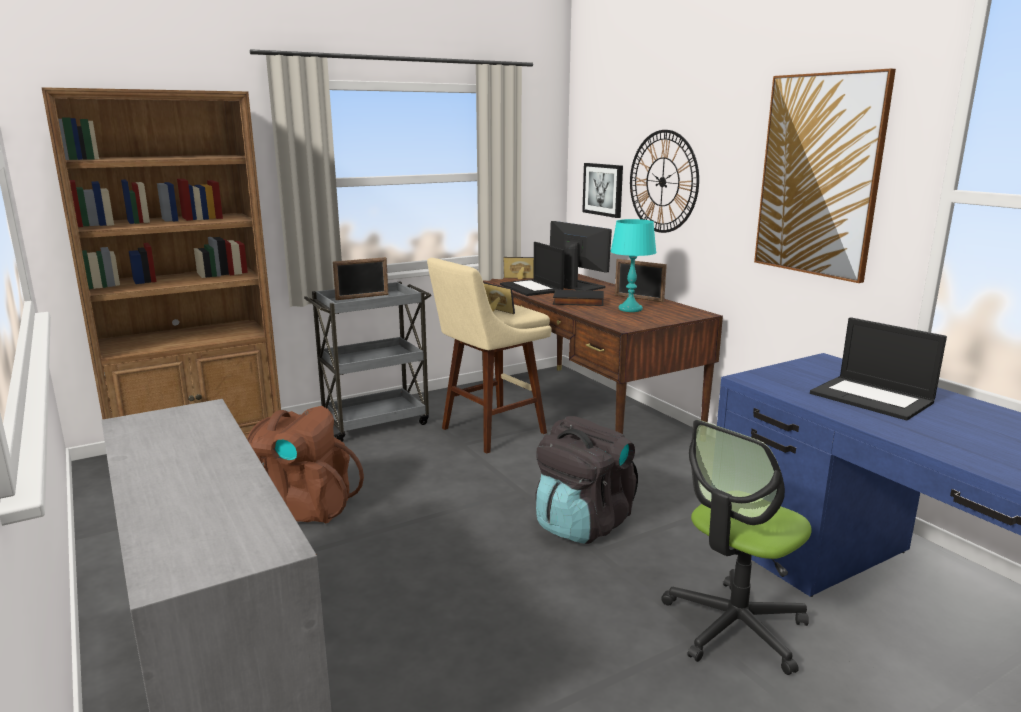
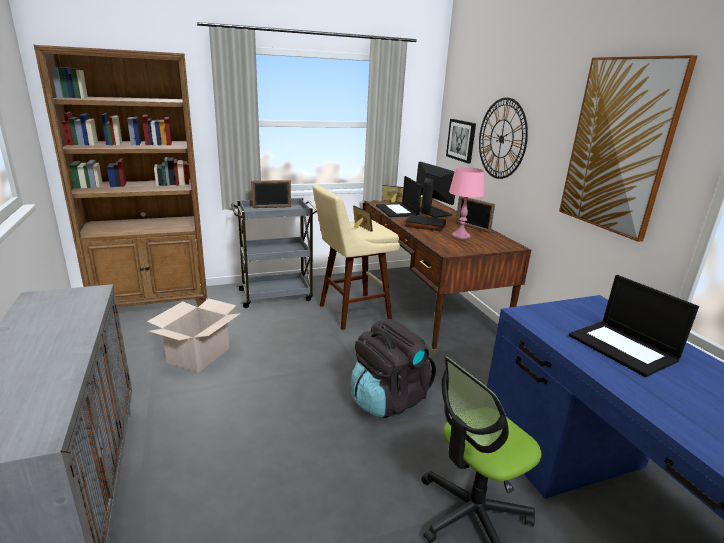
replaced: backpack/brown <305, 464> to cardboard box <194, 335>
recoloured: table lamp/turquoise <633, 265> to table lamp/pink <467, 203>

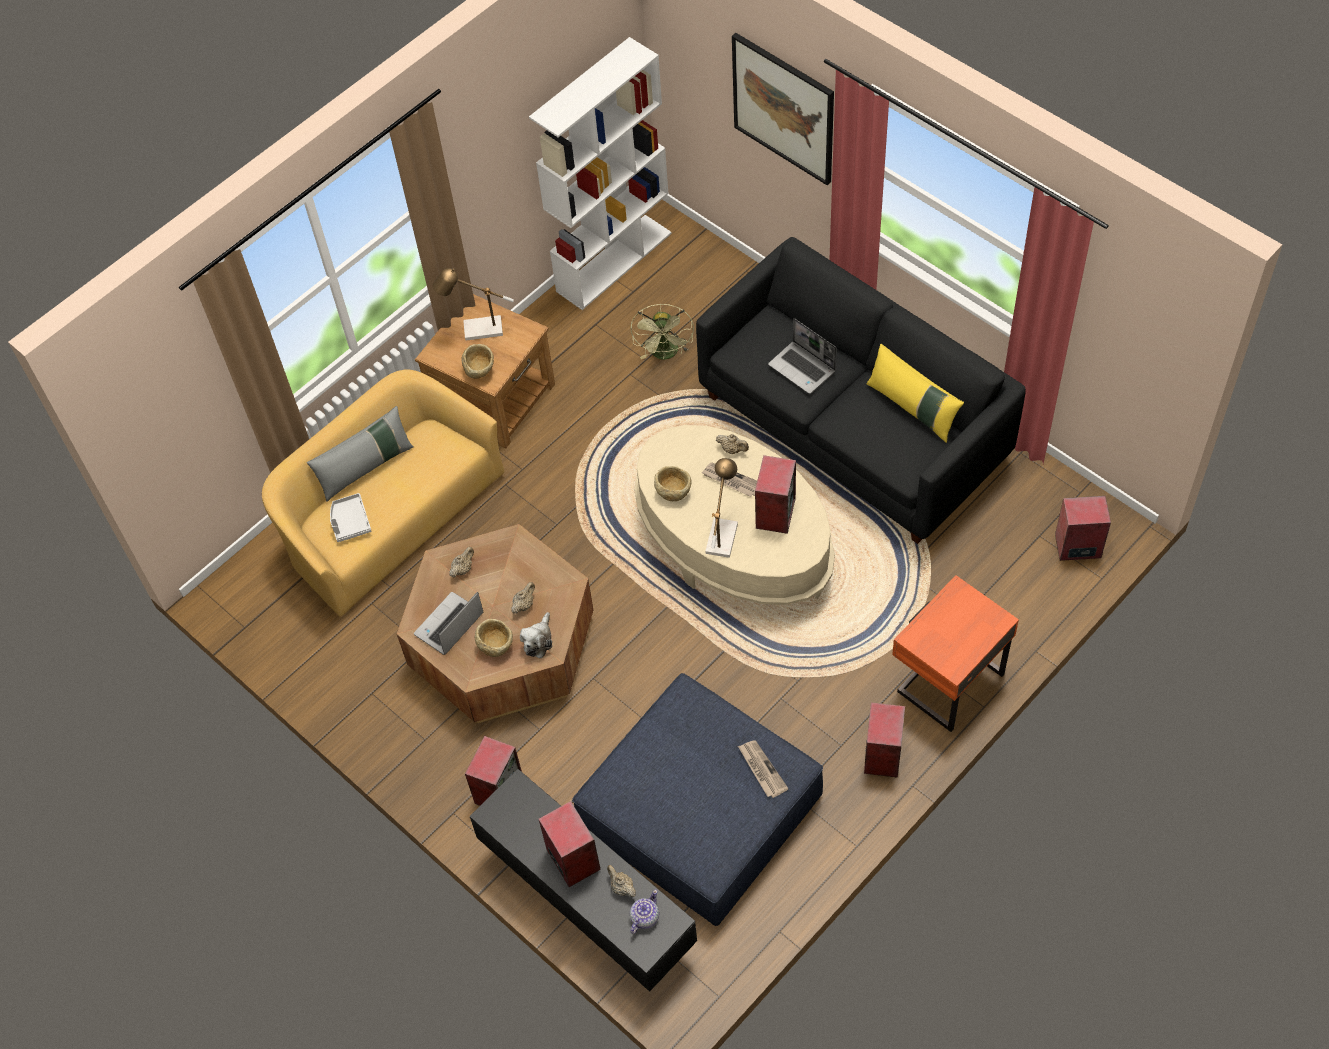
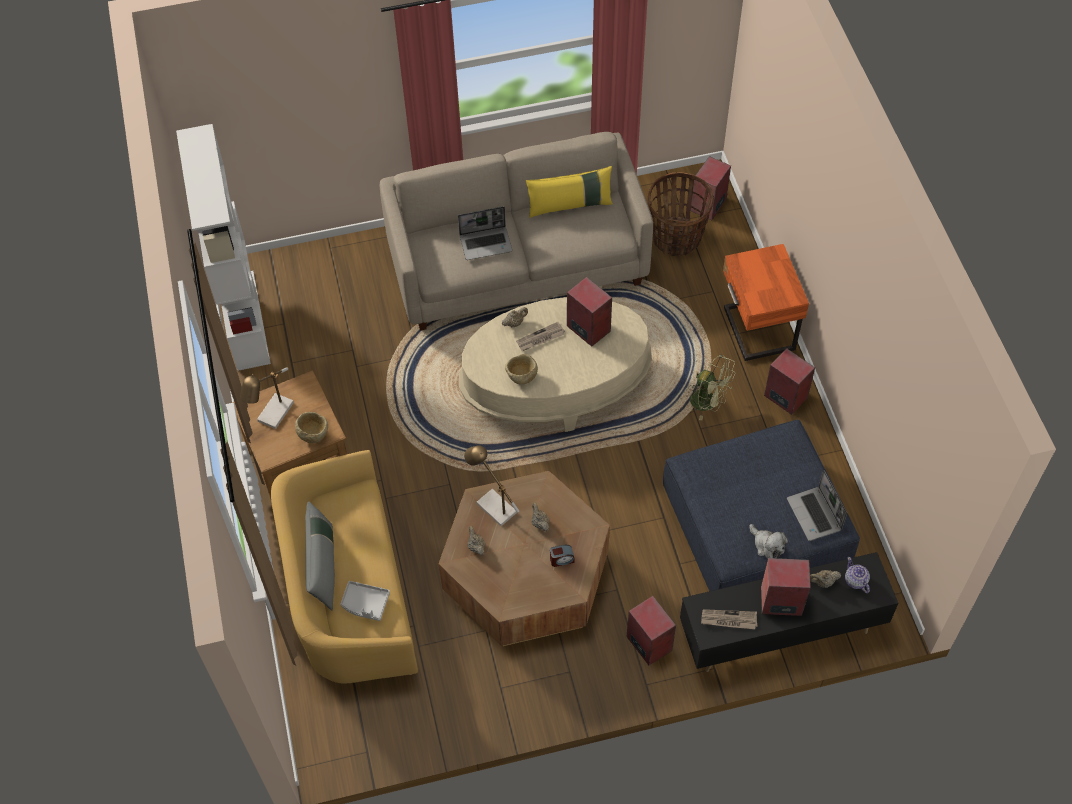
removed: picture <783, 109>
added: basket <680, 214>
moved: table lamp <721, 508> to <491, 485>; fan/green <662, 331> to <712, 387>; newspaper <763, 769> to <729, 619>; plush toy <536, 635> to <768, 541>; laptop <448, 623> to <817, 505>
replaced: bowl/beige <494, 638> to alarm clock <562, 556>
recoloured: sofa/black <861, 390> to sofa/beige <516, 231>

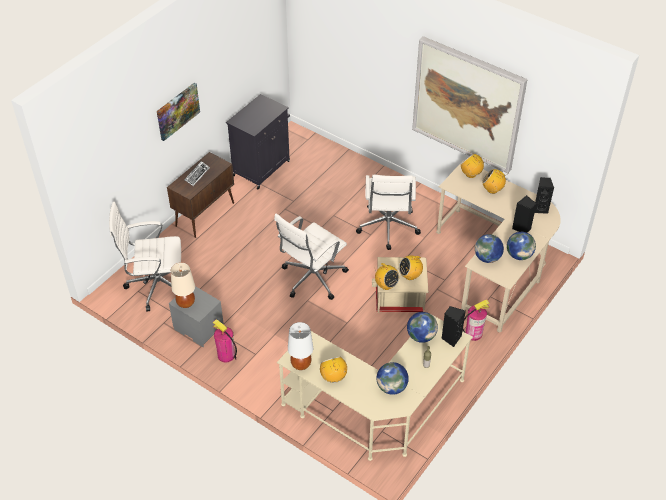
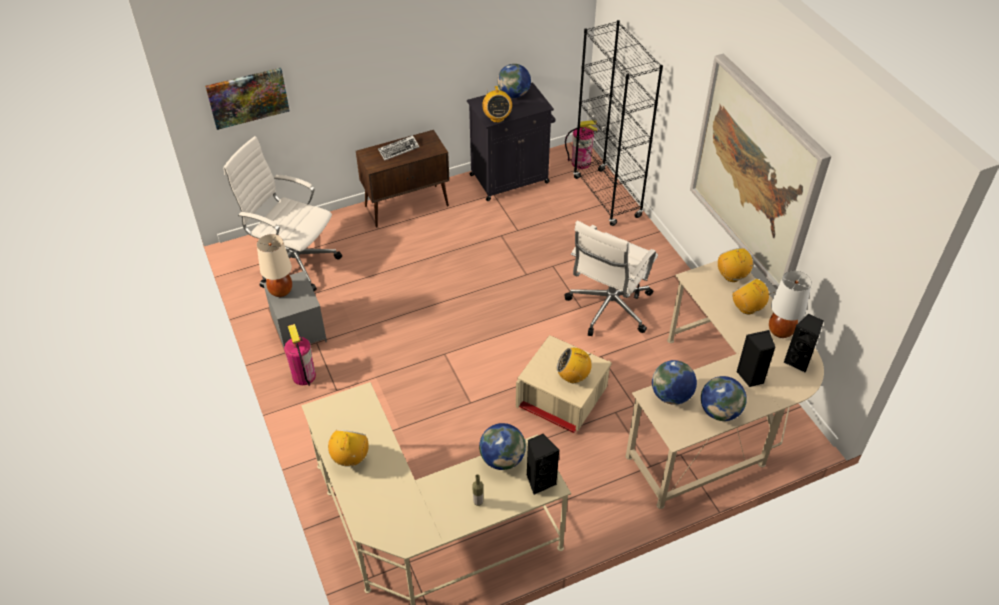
removed: office chair/white <311, 257>
added: bookcase/black <618, 123>
moved: picture <178, 112> to <247, 99>; radio <387, 276> to <497, 104>; globe <392, 378> to <514, 81>; fire extinguisher <476, 320> to <581, 145>; table lamp/white <300, 346> to <790, 304>

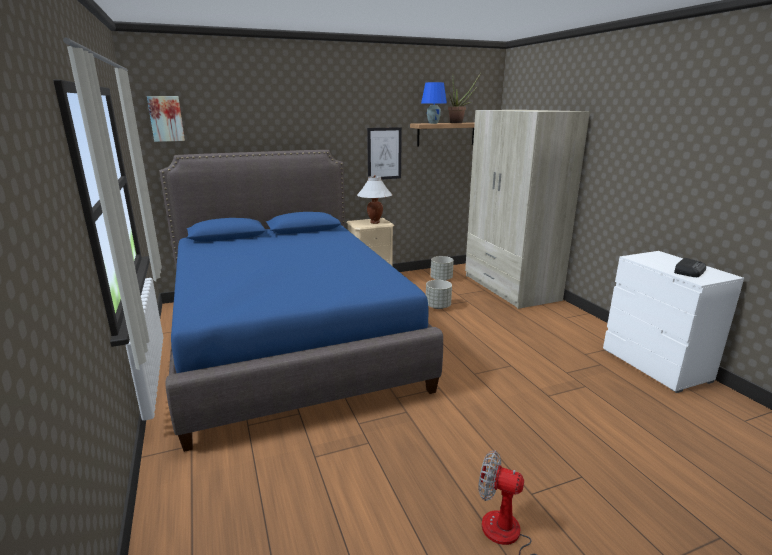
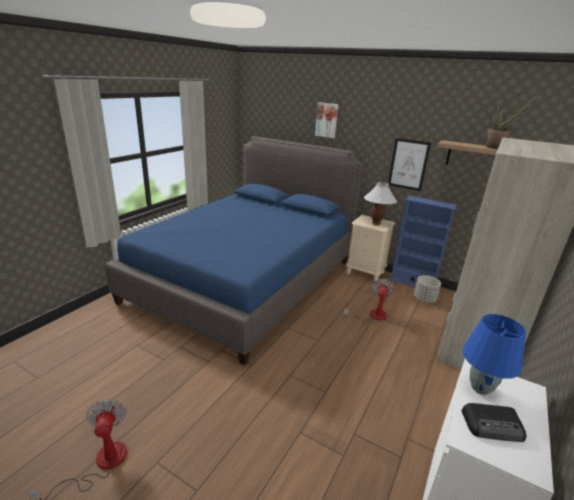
added: bookcase/blue <423, 241>
moved: picture <166, 119> to <326, 120>; table lamp/blue <434, 103> to <494, 354>
replaced: planter/grey <439, 294> to fan <369, 301>

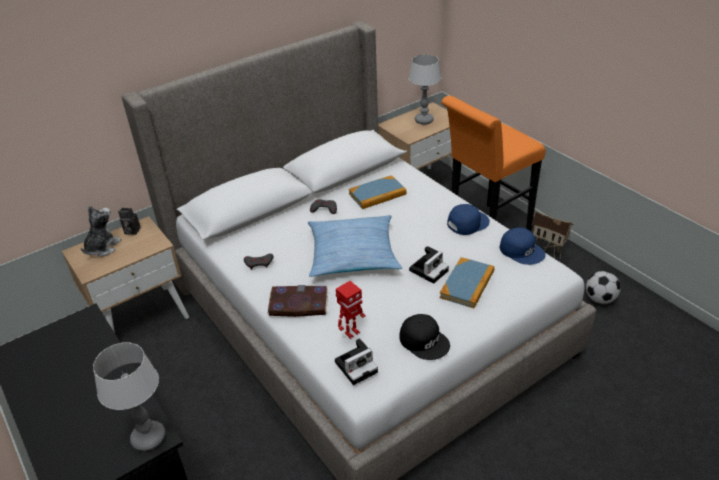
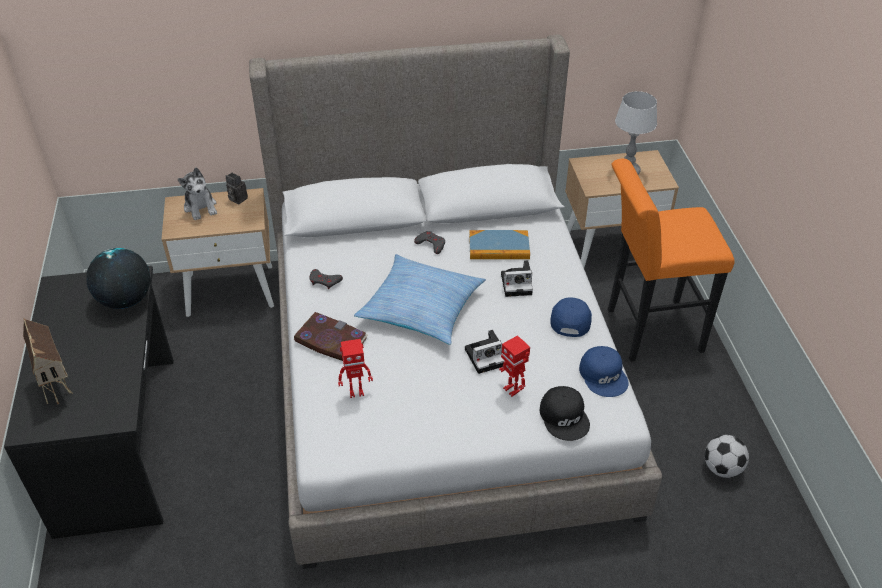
removed: table lamp <129, 397>
added: globe <118, 278>
moved: toy house <553, 235> to <48, 361>; photo camera <356, 361> to <517, 278>; cap/black <424, 337> to <565, 413>
replaced: book <467, 282> to toy robot <514, 366>
turned: plush toy <101, 231> = <197, 194> 105 degrees clockwise; cap/blue <468, 219> = <571, 317> 75 degrees counterclockwise

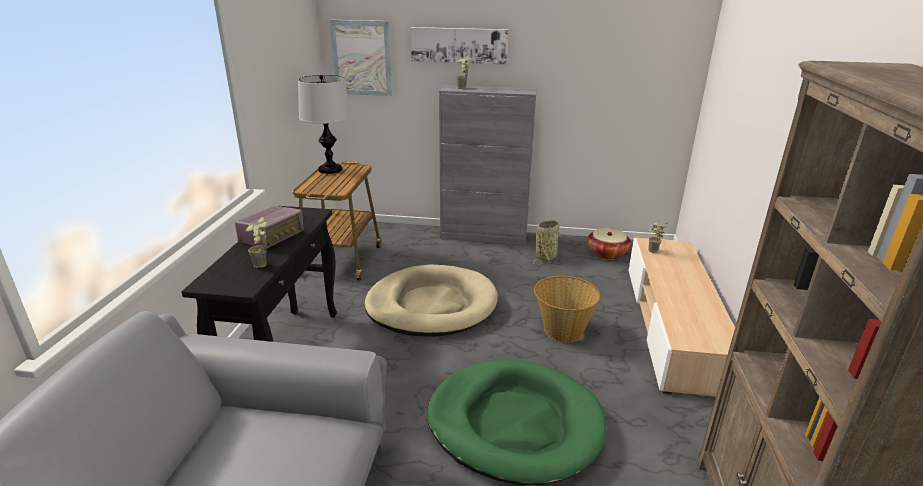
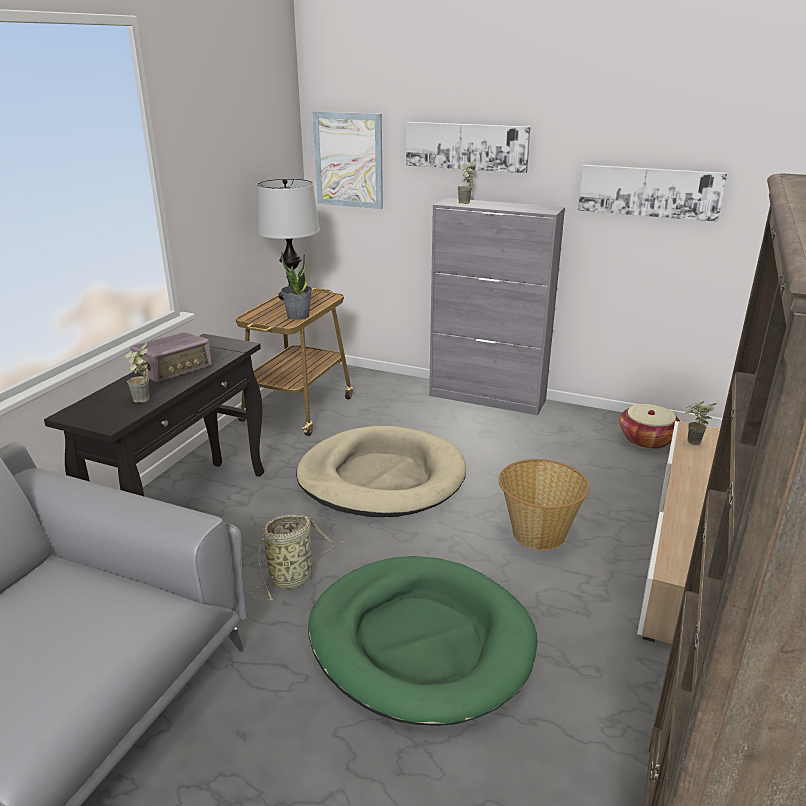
added: potted plant <296, 286>; picture <652, 193>
moved: basket <547, 241> to <297, 558>

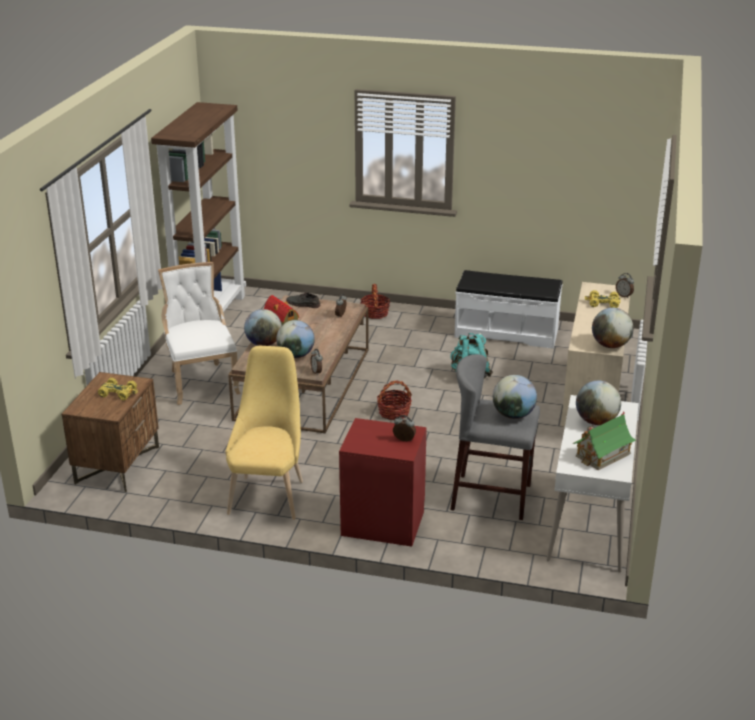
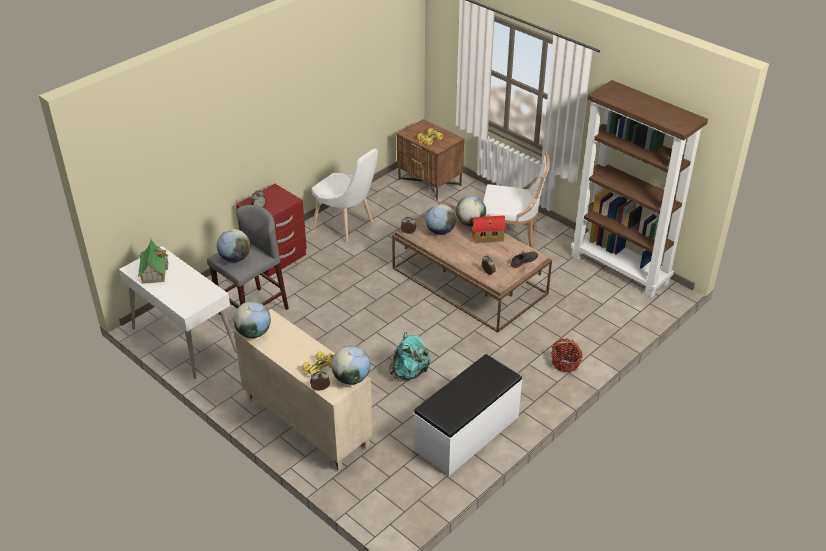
removed: basket <394, 400>
moved: globe <598, 403> to <350, 365>
recoloured: chair/yellow <264, 433> to chair/white <345, 195>

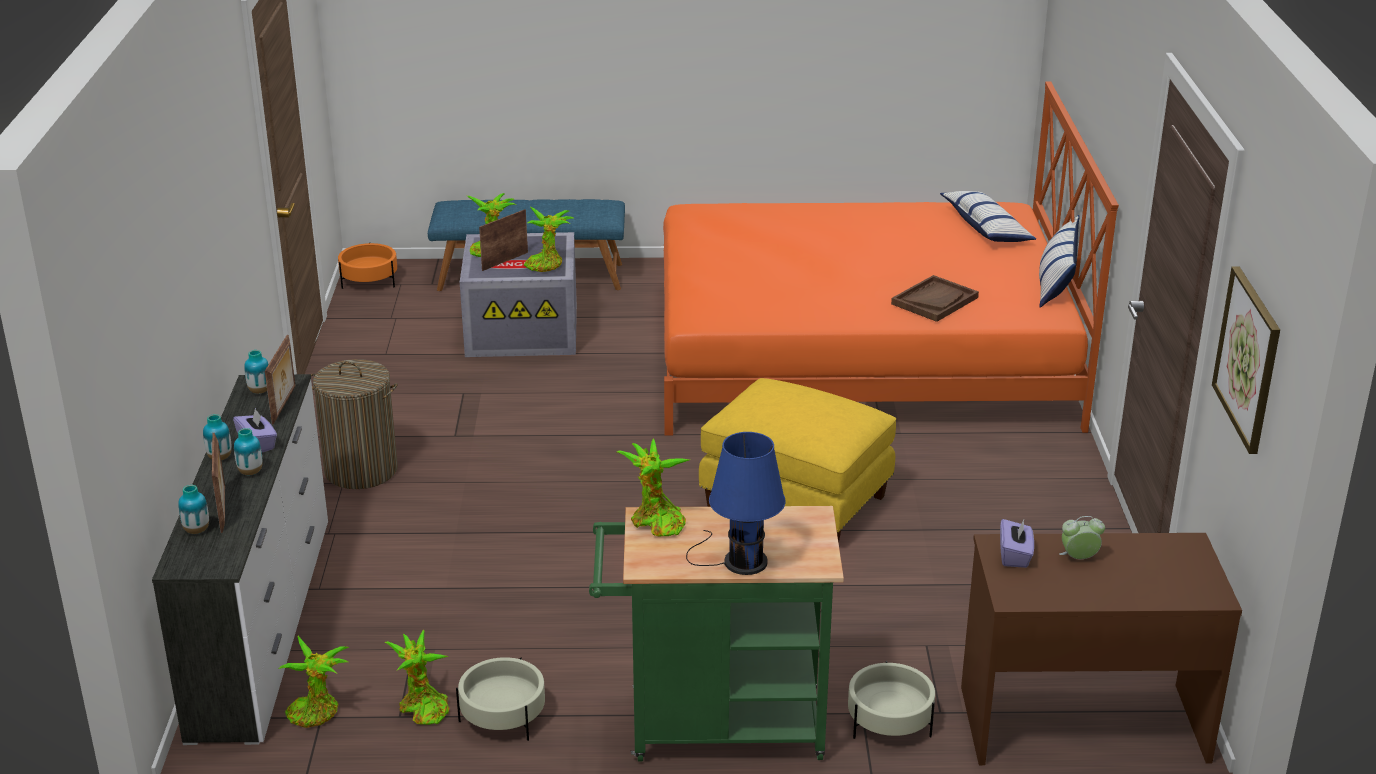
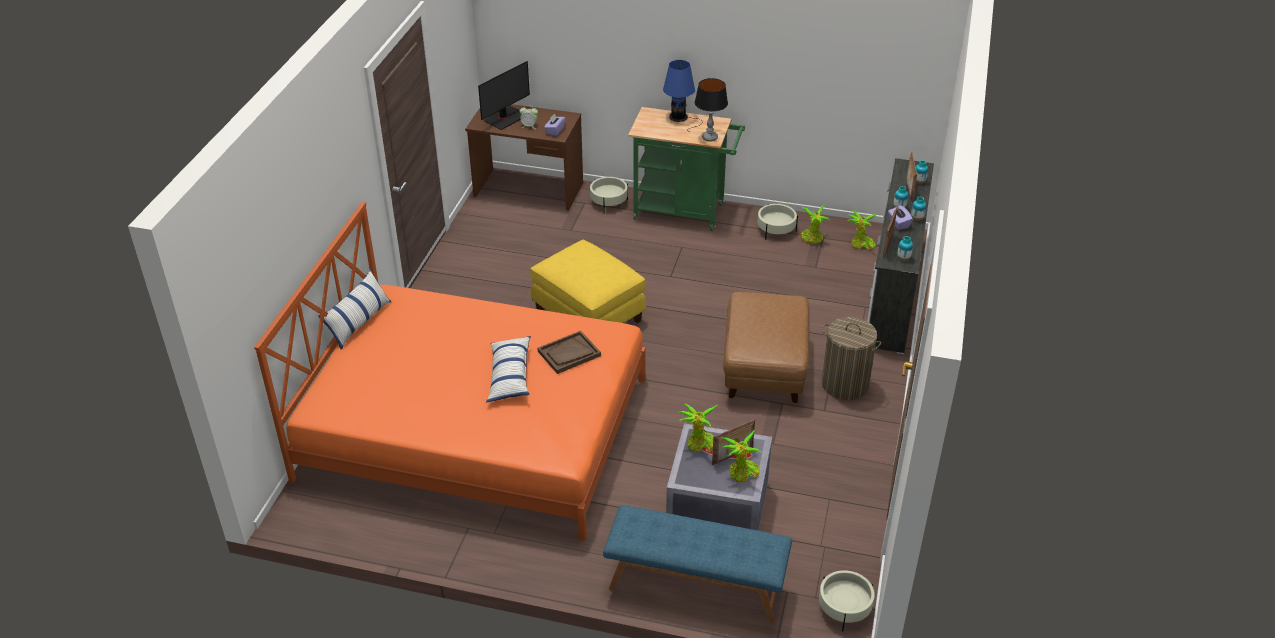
removed: picture <1246, 360>
added: monitor <504, 95>; ottoman/brown <766, 347>
moved: pillow <988, 216> to <508, 369>; tray/brown <935, 298> to <569, 352>
replaced: potted plant <653, 487> to table lamp <711, 109>
recoloured: planter/orange <367, 265> to planter/beige <847, 600>

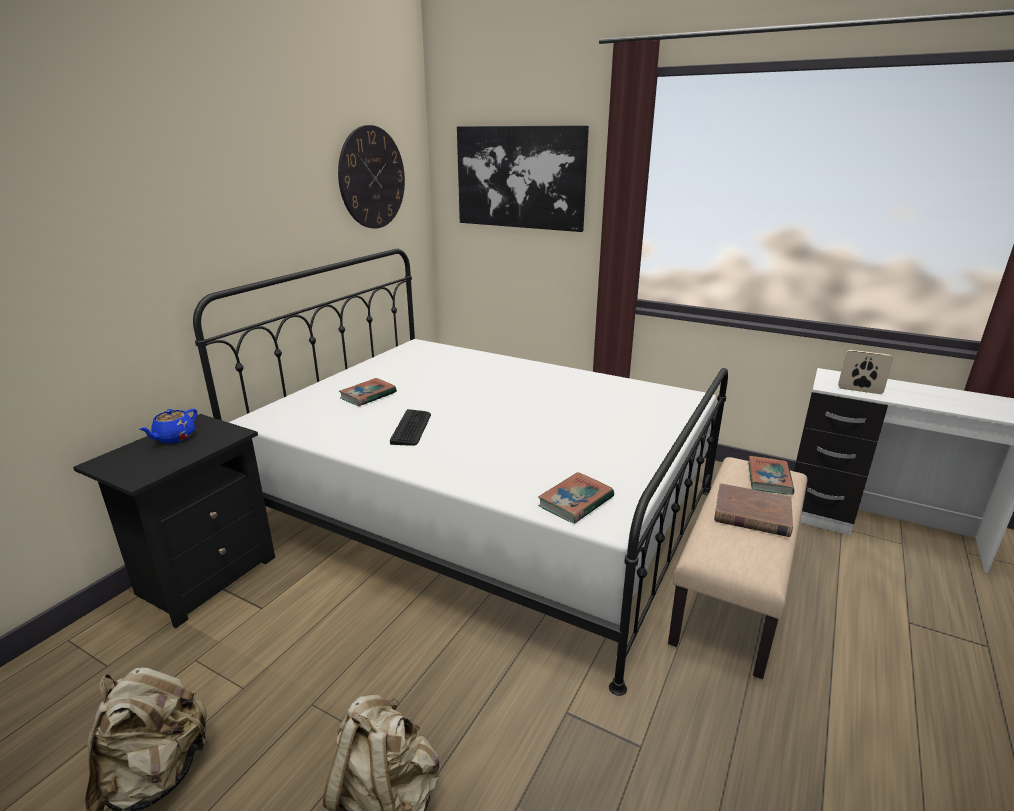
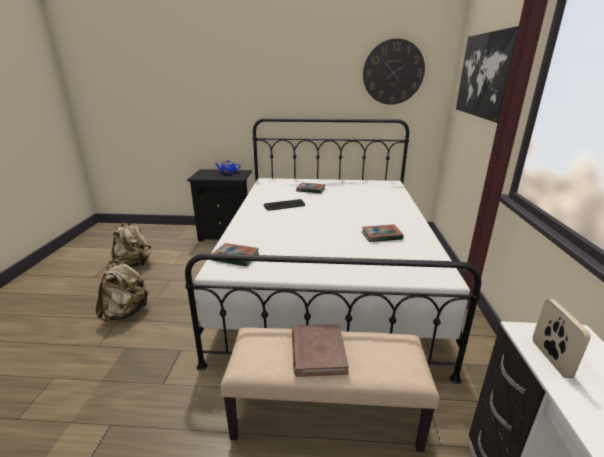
moved: book <771, 475> to <383, 233>

